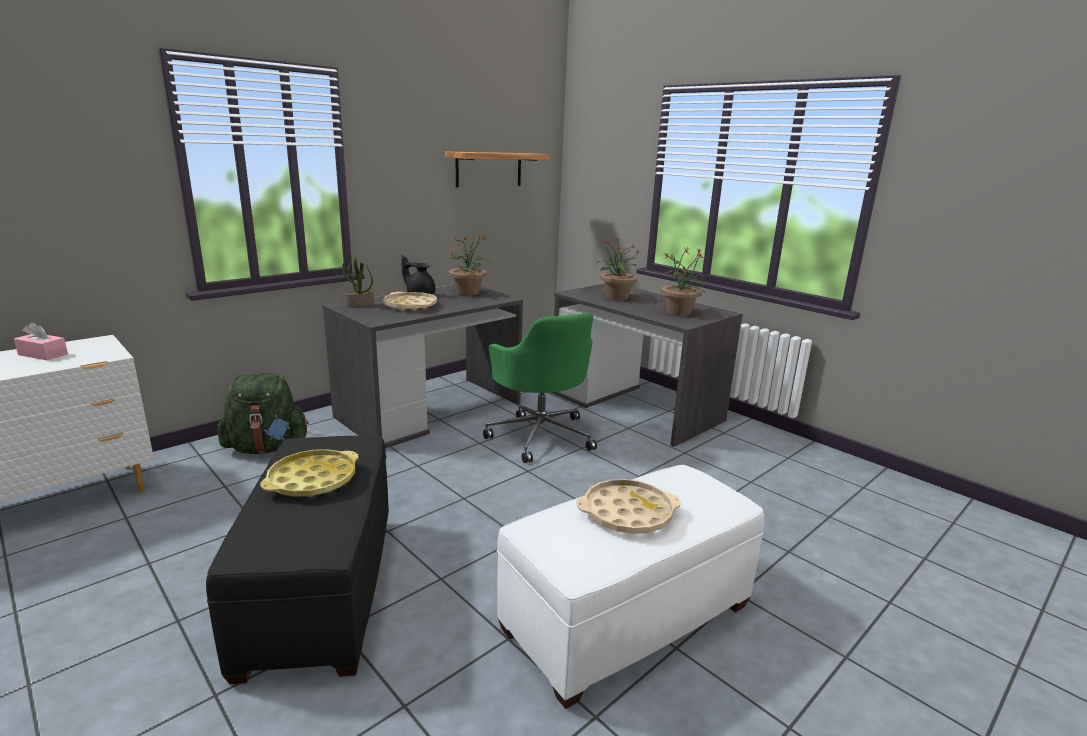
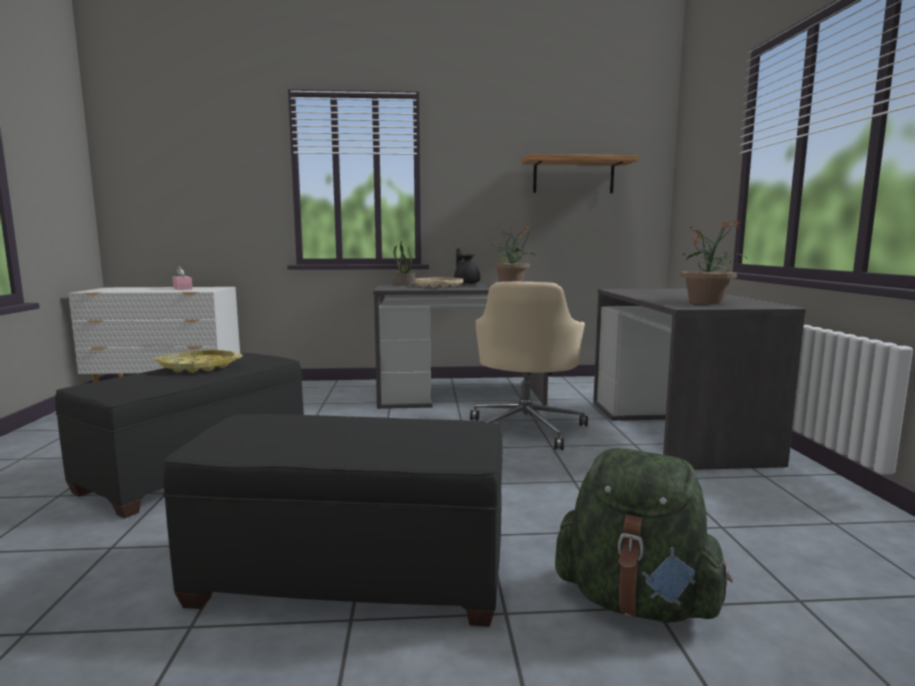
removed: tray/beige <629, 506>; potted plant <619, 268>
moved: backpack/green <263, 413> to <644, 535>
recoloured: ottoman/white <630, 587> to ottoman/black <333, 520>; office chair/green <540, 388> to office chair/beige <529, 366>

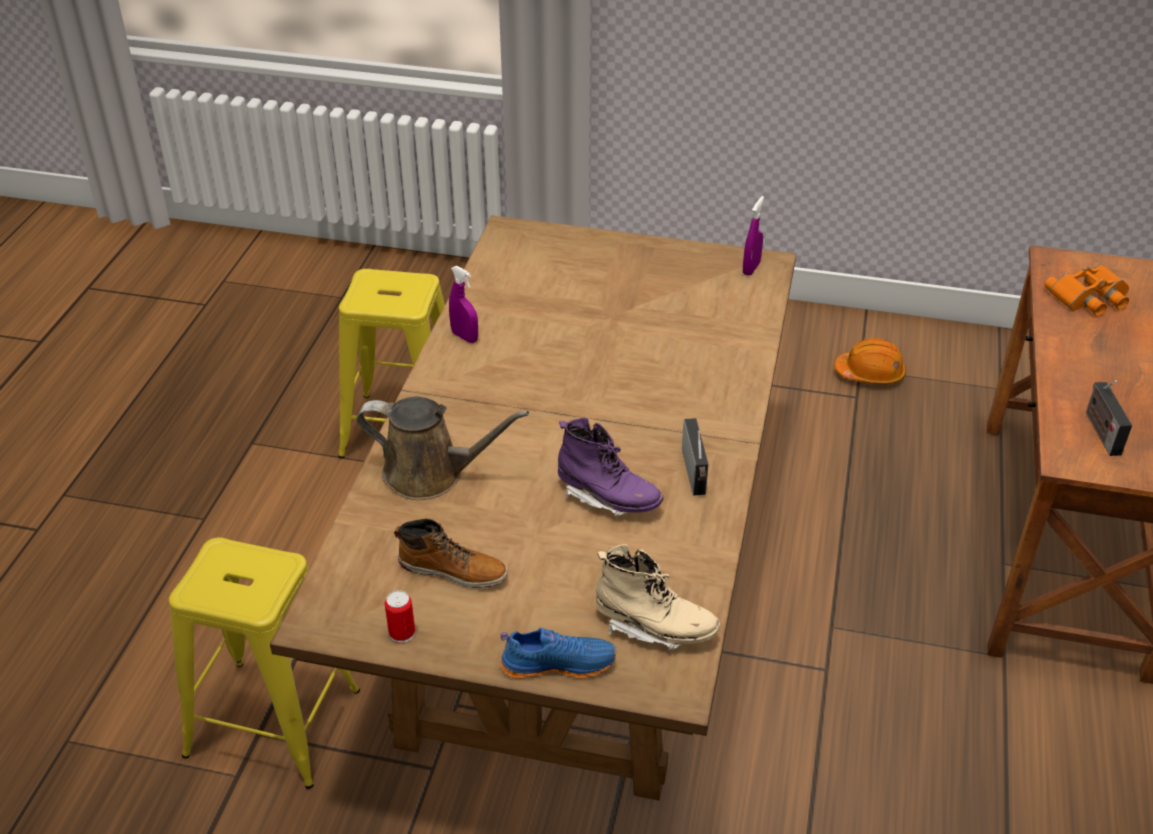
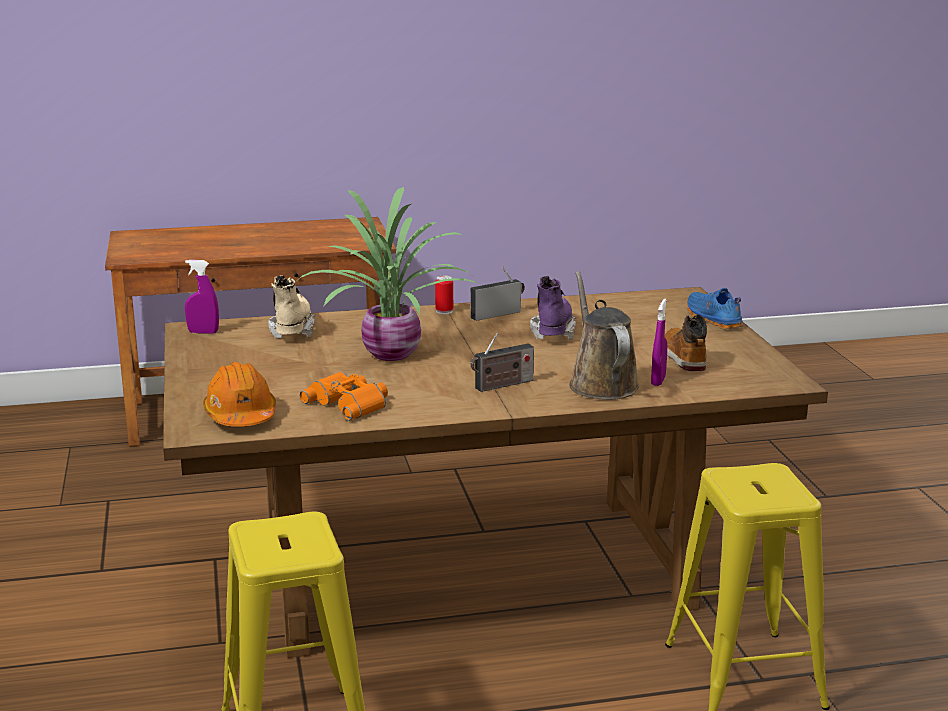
added: potted plant <389, 274>
moved: hard hat/orange <870, 361> to <239, 394>; boot/beige <658, 596> to <291, 307>; binoculars/orange <1086, 290> to <344, 396>; can <400, 616> to <444, 295>; radio <1109, 418> to <502, 362>; spray bottle/purple <463, 304> to <659, 342>

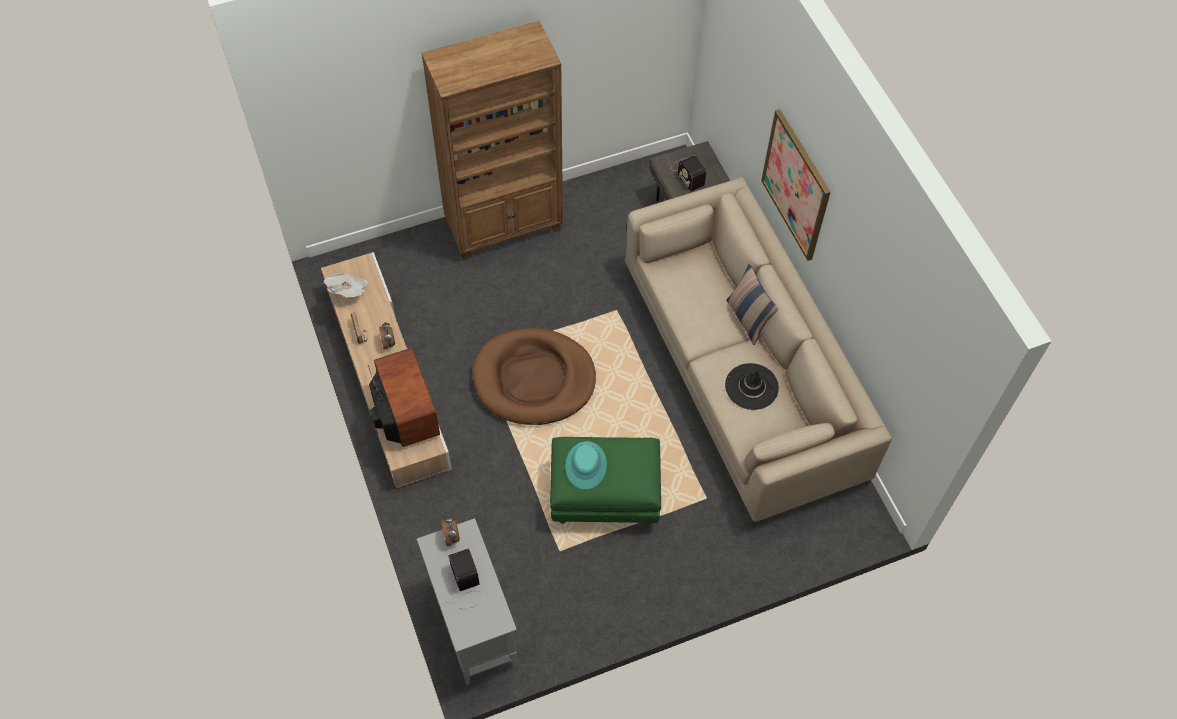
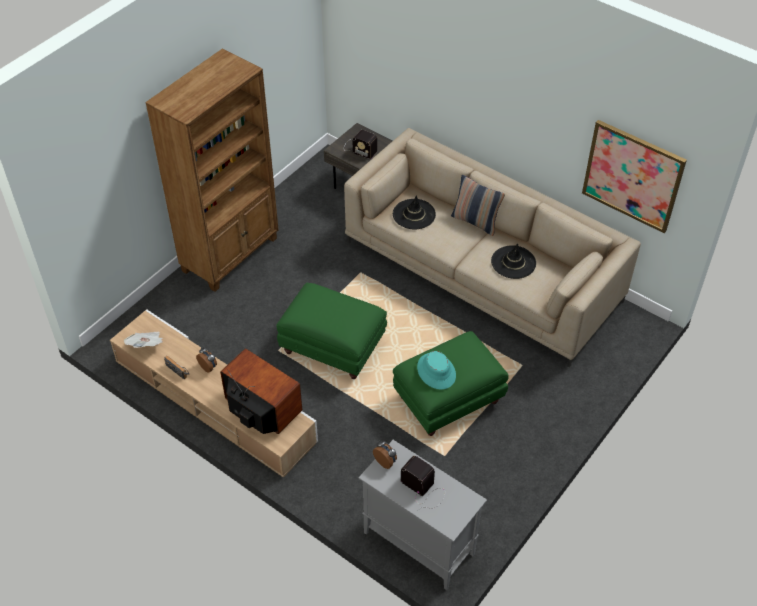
added: hat/black <414, 212>
moved: picture <796, 185> to <634, 176>
replaced: dog bed/brown <534, 376> to ottoman/green <332, 331>

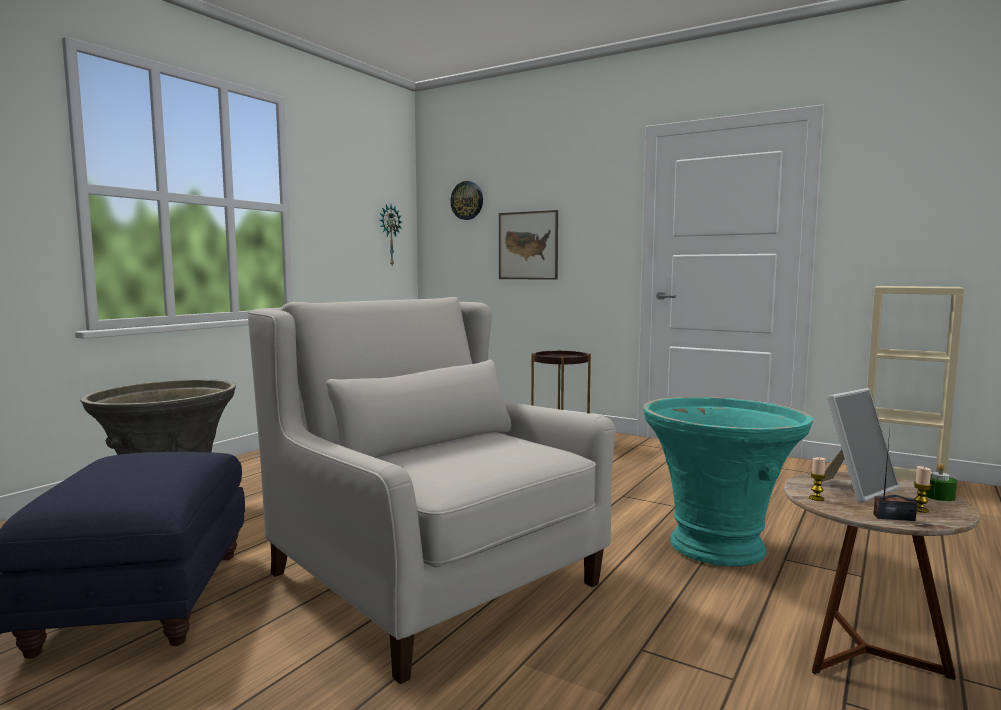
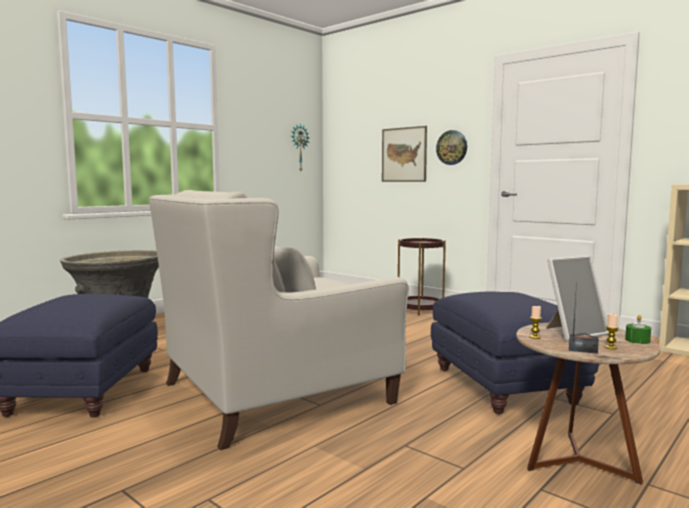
moved: wall clock <466, 200> to <451, 147>
replaced: planter/turquoise <728, 481> to ottoman/blue <515, 352>
turned: armchair/white <432, 490> = <279, 320> 90 degrees counterclockwise

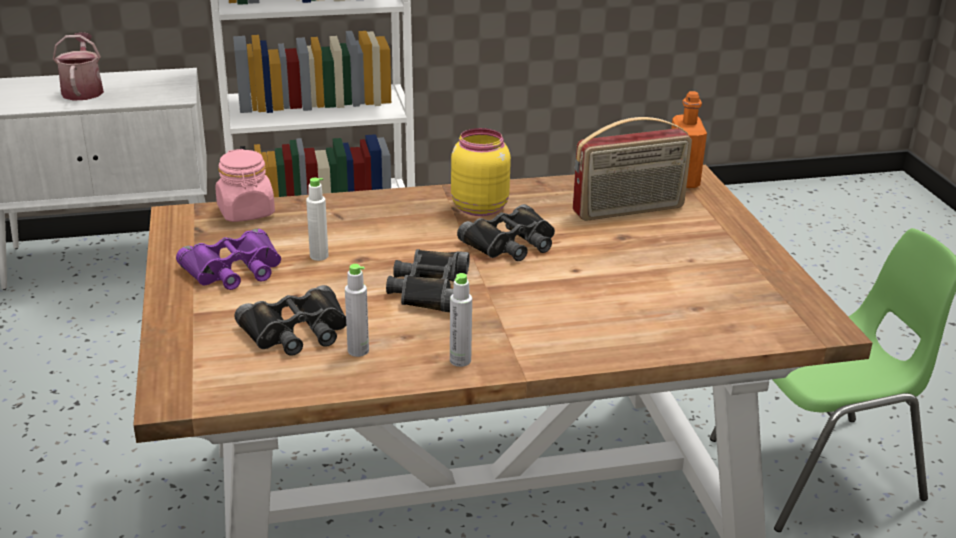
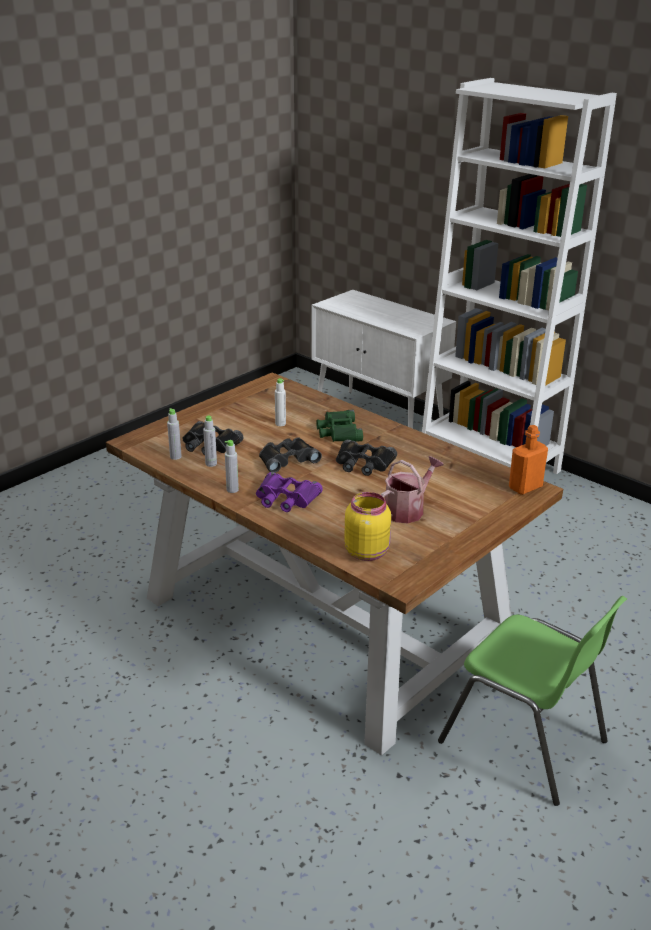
removed: jar/pink <245, 185>; radio <632, 169>
added: bottle/grey <174, 434>; binoculars/green <339, 426>
moved: binoculars/purple <228, 259> to <289, 492>; jar/yellow <481, 172> to <367, 526>; watering can <78, 66> to <412, 489>

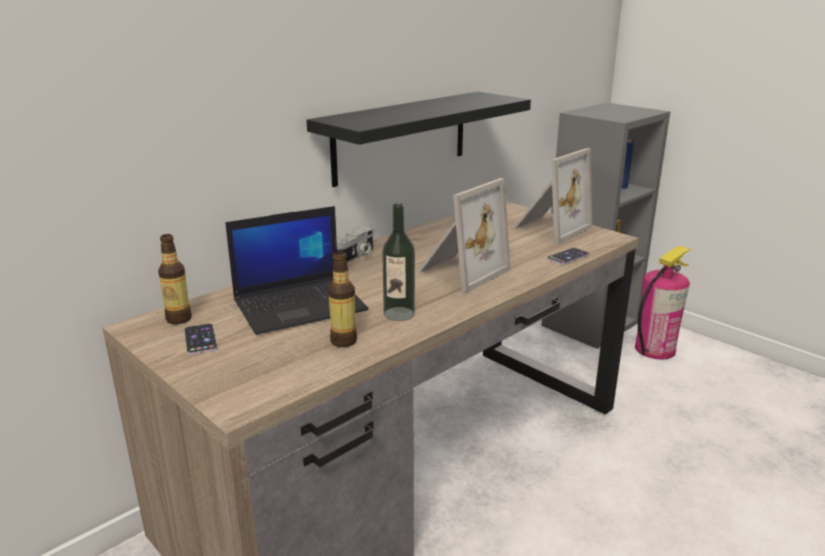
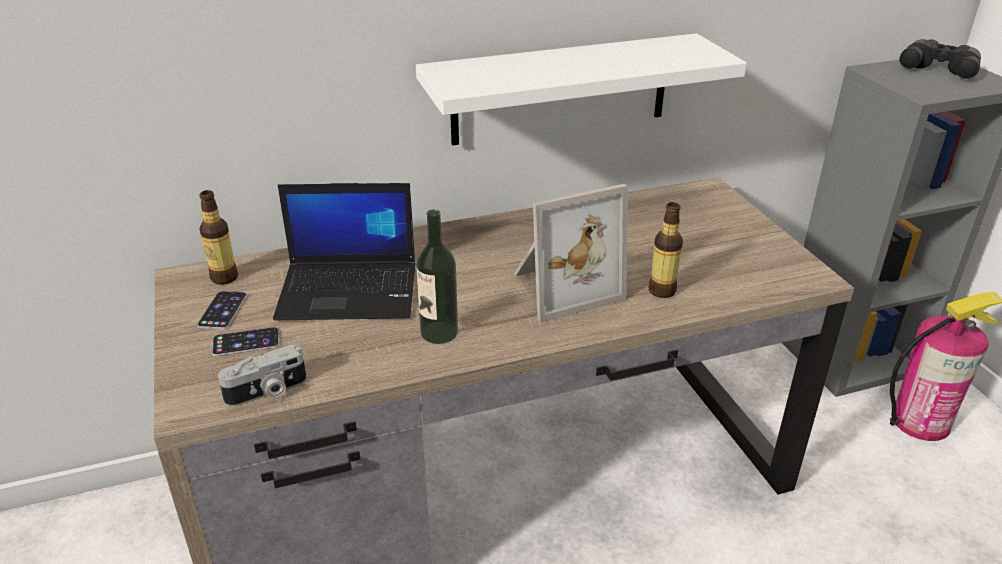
removed: picture frame <552, 196>
added: binoculars/black <940, 59>
moved: phone <568, 256> to <245, 341>; photo camera <355, 244> to <262, 376>; bottle <342, 299> to <666, 250>
recoloured: shelf/black <418, 139> to shelf/white <581, 89>

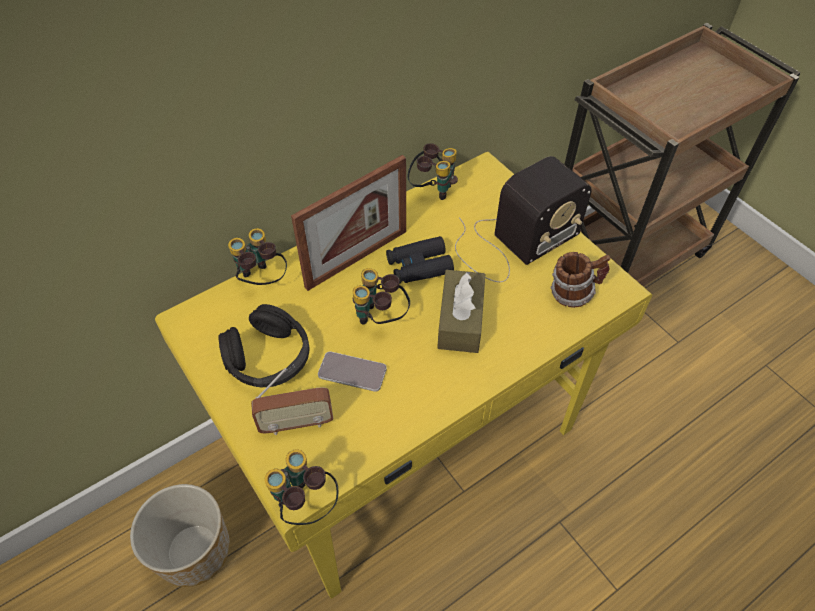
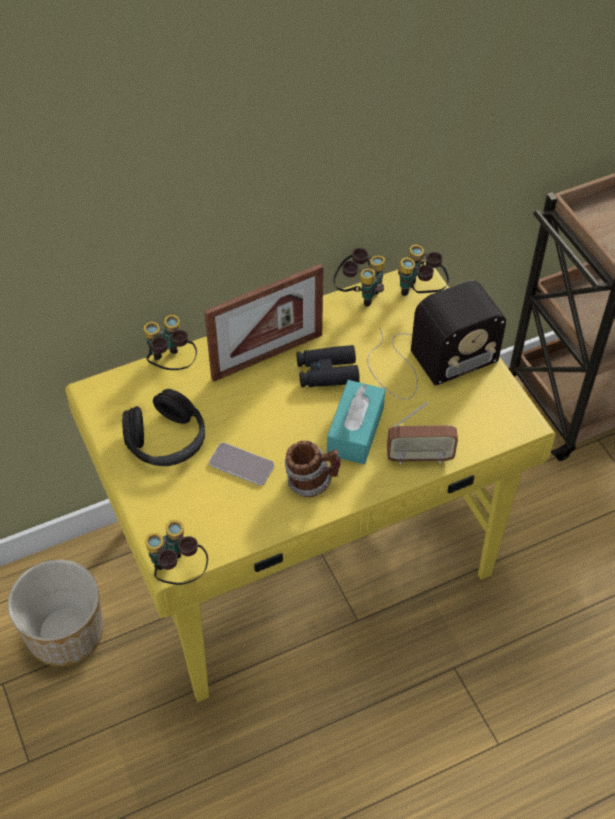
moved: mug <580, 280> to <312, 469>; radio <292, 401> to <422, 433>; binoculars <381, 296> to <423, 270>
recoloured: tissue box/brown <461, 311> to tissue box/turquoise <356, 422>

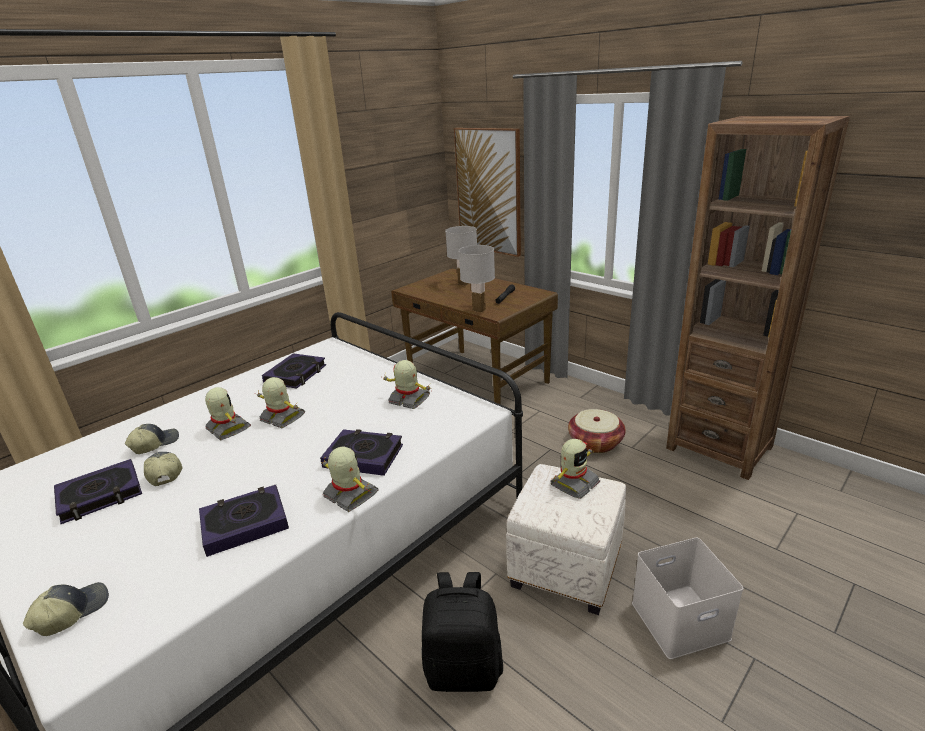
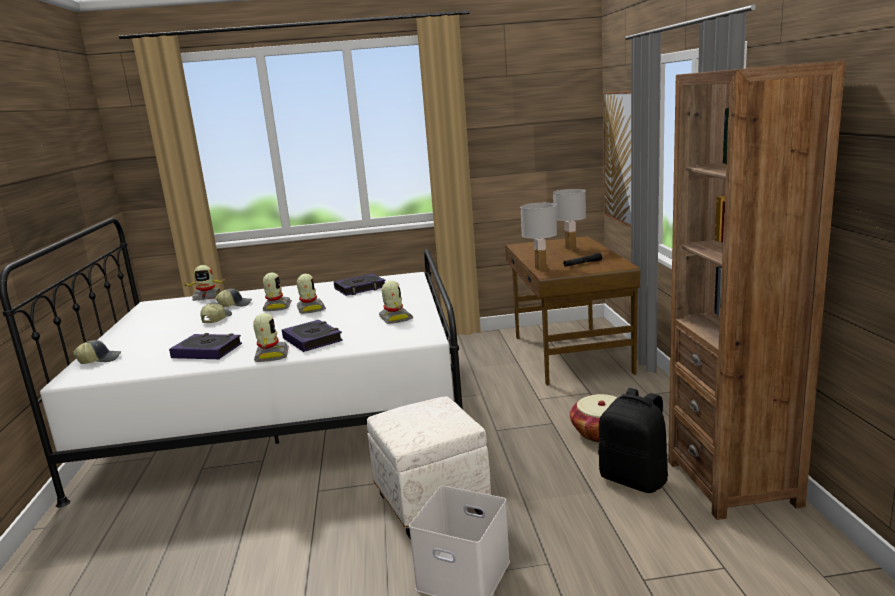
removed: book <98, 491>
moved: toy robot <575, 469> to <205, 283>; backpack/black <462, 632> to <633, 440>

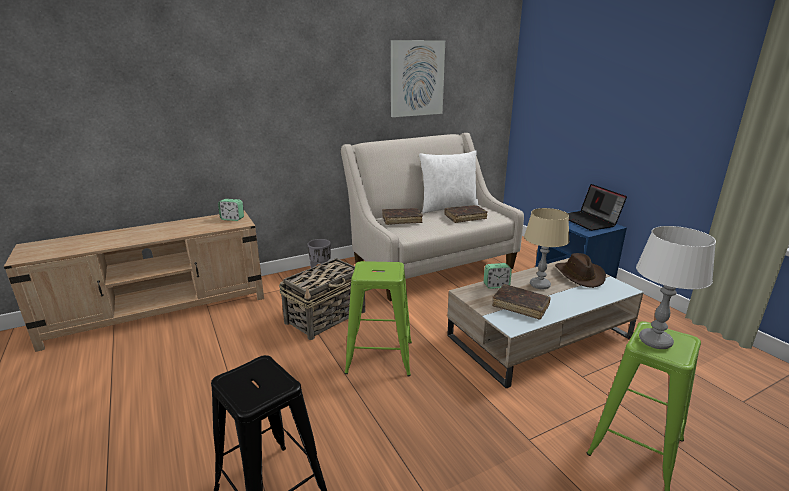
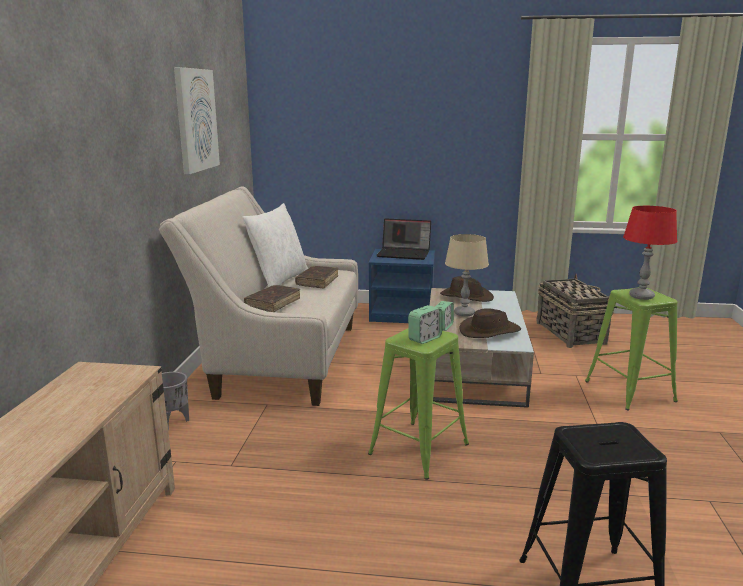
moved: alarm clock <231, 210> to <425, 324>; basket <322, 299> to <575, 311>
replaced: book/brown <521, 302> to hat/brown <490, 323>
recoloured: table lamp/white <676, 287> to table lamp/red <650, 253>

